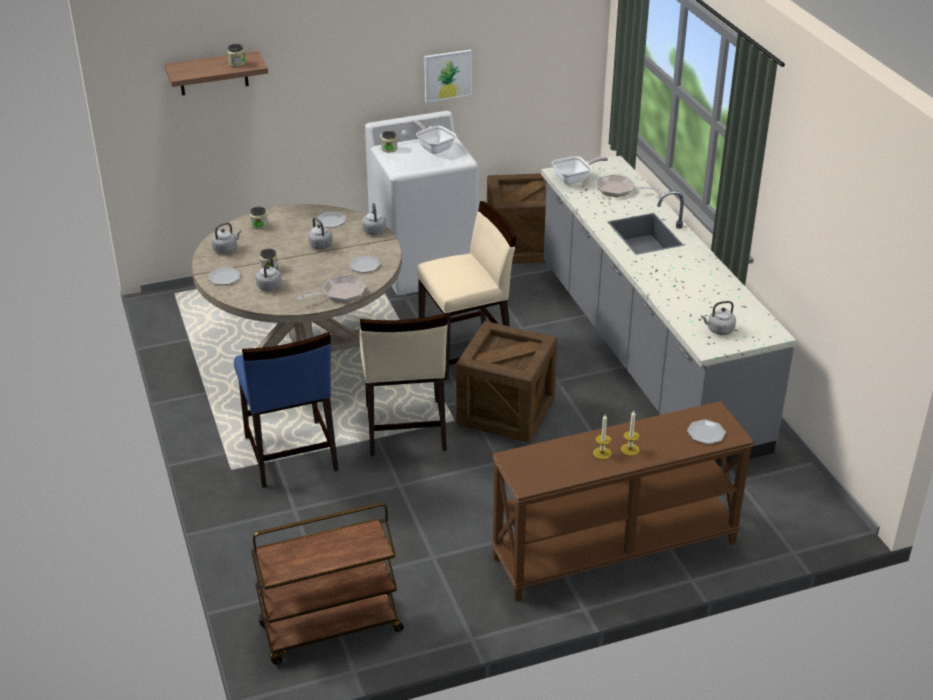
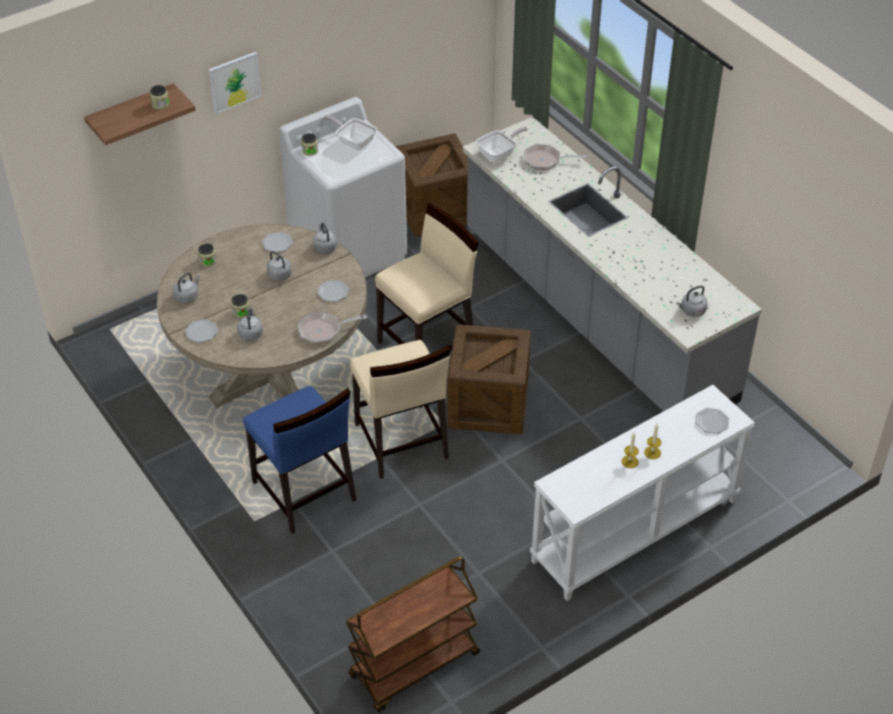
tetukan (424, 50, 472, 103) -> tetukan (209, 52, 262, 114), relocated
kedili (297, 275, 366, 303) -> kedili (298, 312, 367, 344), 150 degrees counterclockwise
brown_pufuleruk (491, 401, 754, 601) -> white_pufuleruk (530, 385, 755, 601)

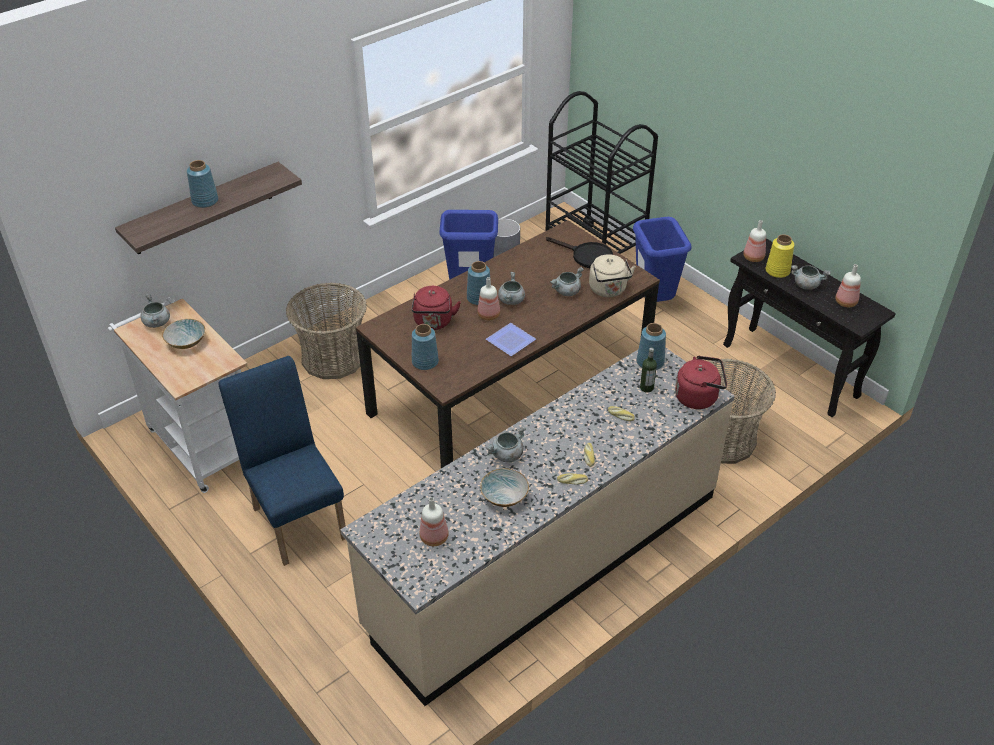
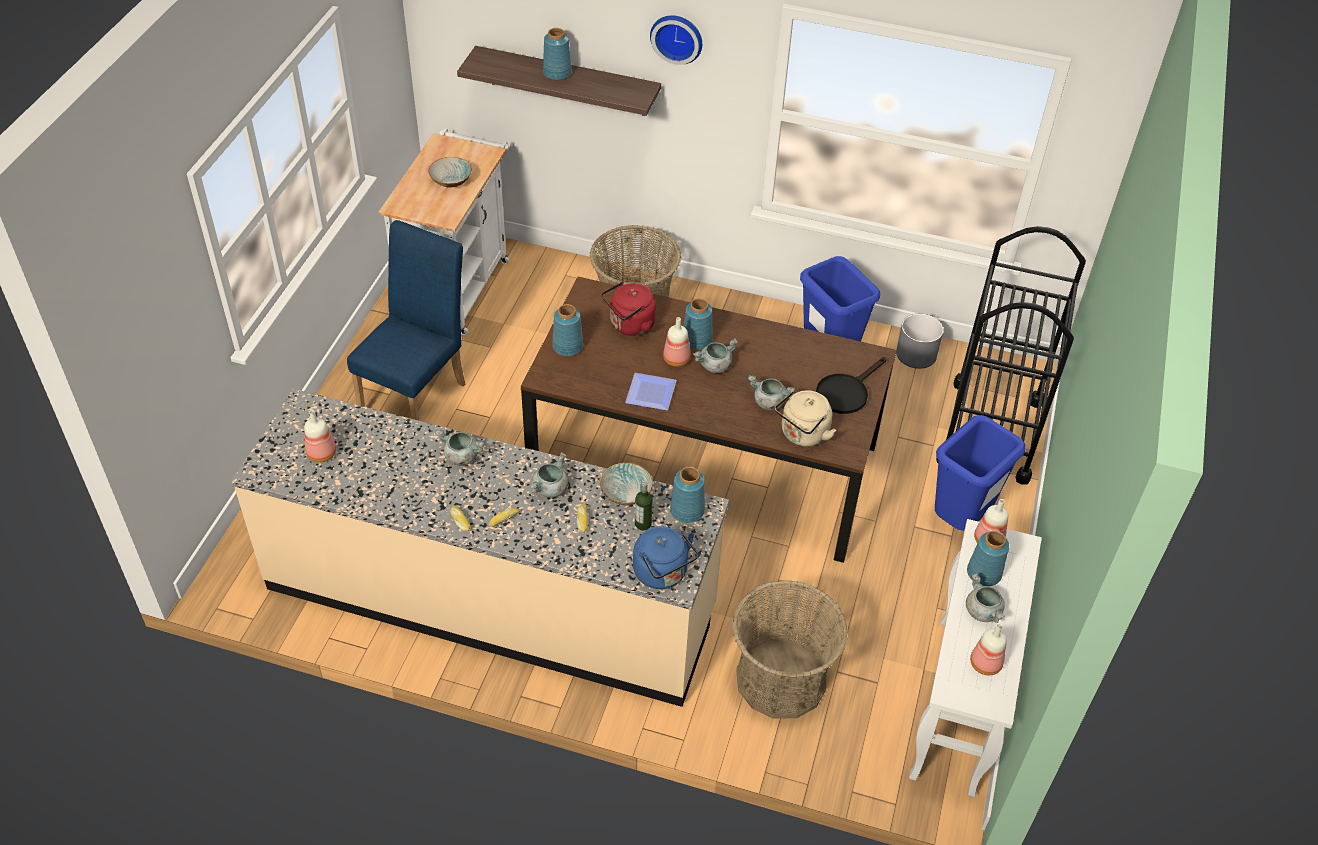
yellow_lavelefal (766, 234, 794, 278) -> blue_lavelefal (967, 531, 1009, 586)
black_kedili (546, 237, 613, 268) -> black_kedili (816, 357, 886, 414), 45 degrees clockwise
black_pufuleruk (723, 238, 896, 417) -> white_pufuleruk (909, 519, 1042, 797)
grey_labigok (140, 294, 170, 328) -> grey_labigok (529, 452, 569, 498), relocated
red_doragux (675, 356, 727, 409) -> blue_doragux (633, 526, 698, 589)
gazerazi (480, 468, 529, 507) -> gazerazi (600, 462, 653, 505), relocated
none -> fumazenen (650, 15, 702, 65)

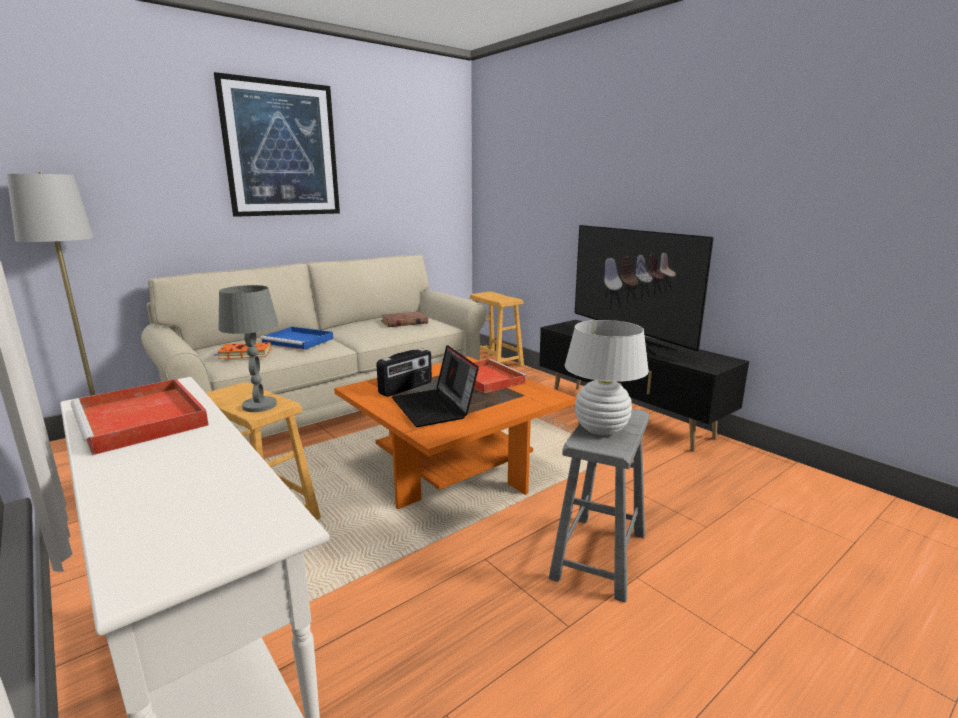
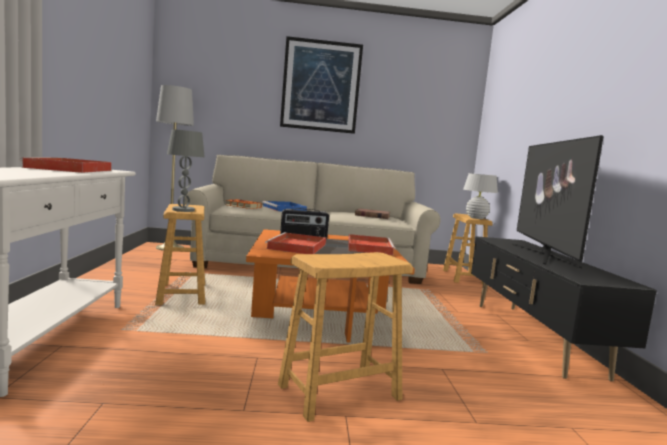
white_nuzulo (565, 320, 649, 436) -> white_nuzulo (463, 173, 498, 219), relocated
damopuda (392, 345, 479, 427) -> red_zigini (265, 232, 326, 254)
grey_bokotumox (549, 409, 650, 603) -> brown_bokotumox (278, 252, 413, 422)

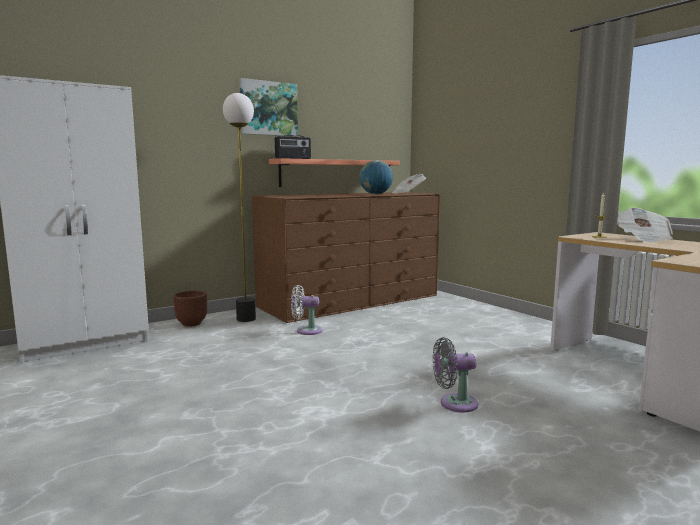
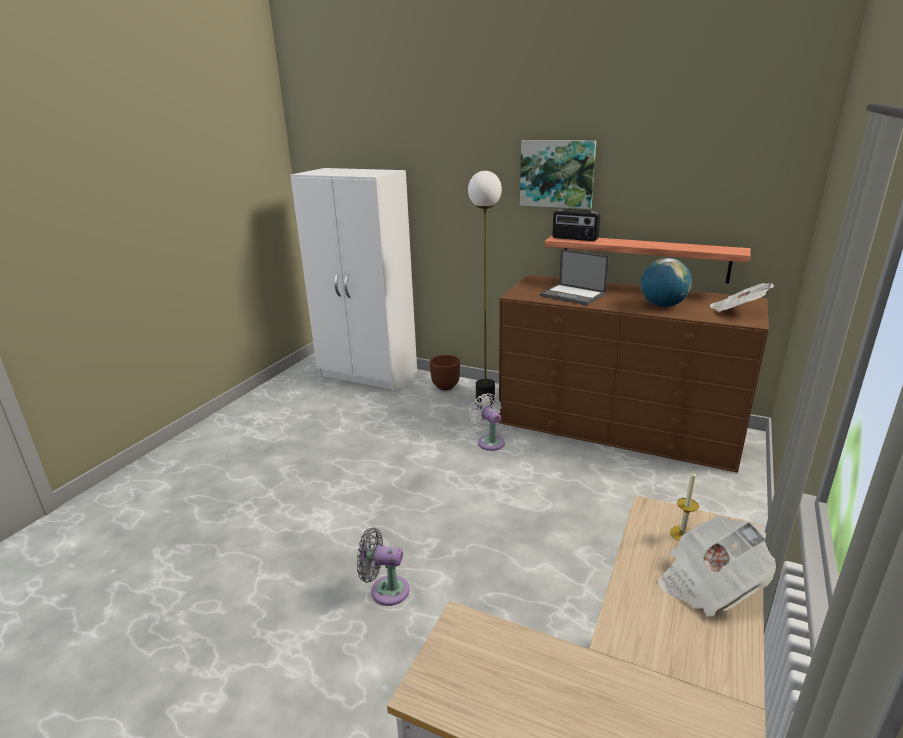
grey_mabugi (433, 337, 478, 412) -> grey_mabugi (357, 528, 409, 606), 45 degrees counterclockwise
none -> damopuda (540, 249, 609, 305)

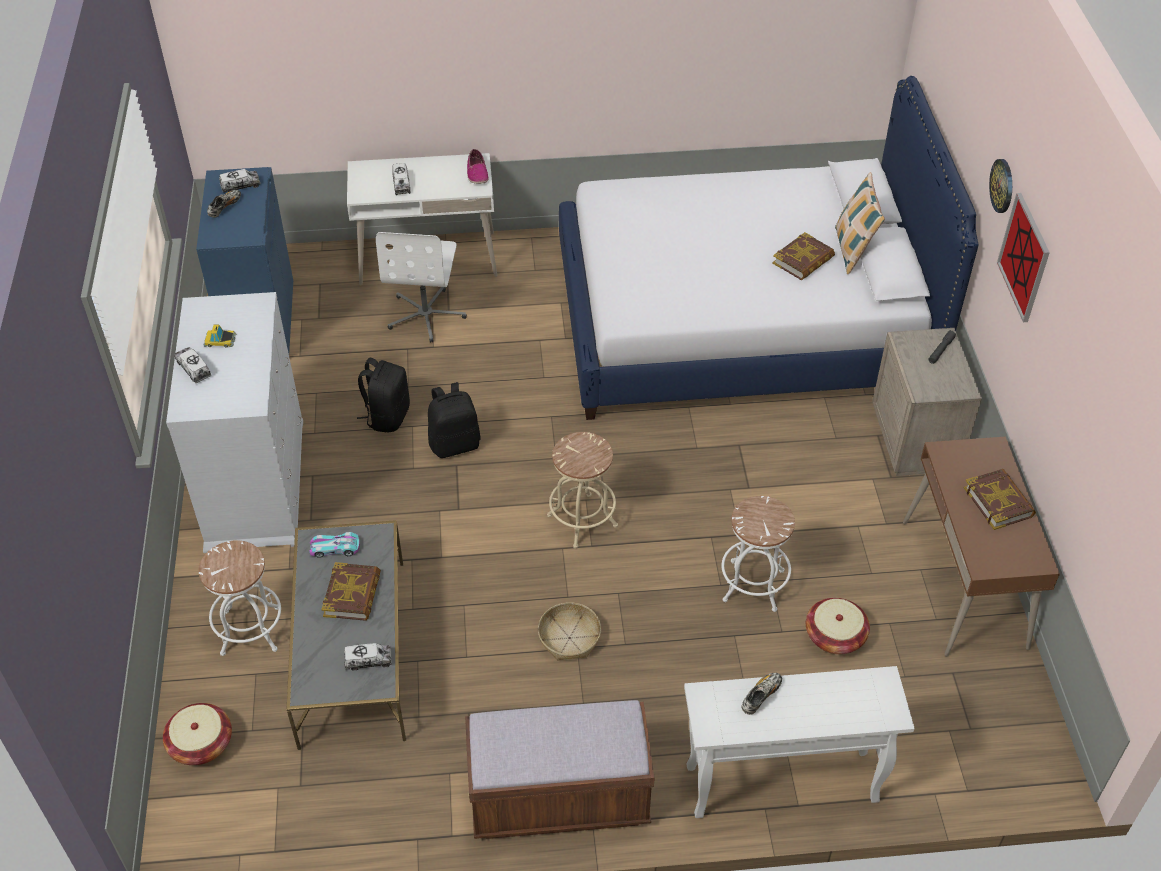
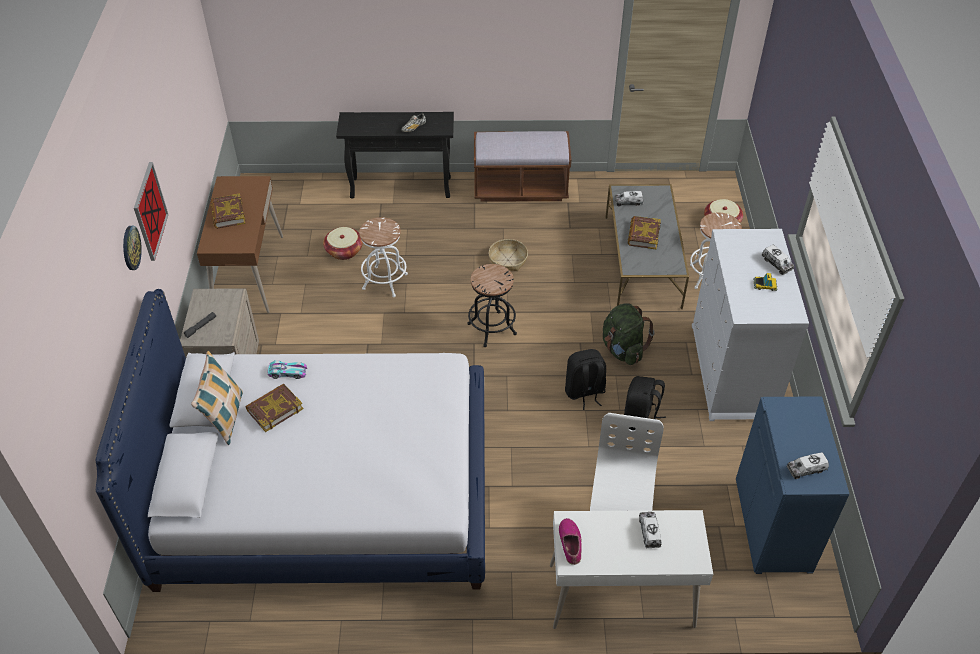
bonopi (207, 190, 241, 218) -> none
beige_bokotumox (547, 432, 618, 548) -> black_bokotumox (468, 264, 517, 347)
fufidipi (309, 532, 360, 558) -> fufidipi (268, 360, 307, 379), relocated
white_pufuleruk (684, 666, 915, 818) -> black_pufuleruk (336, 112, 454, 198)
none -> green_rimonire (603, 303, 655, 365)

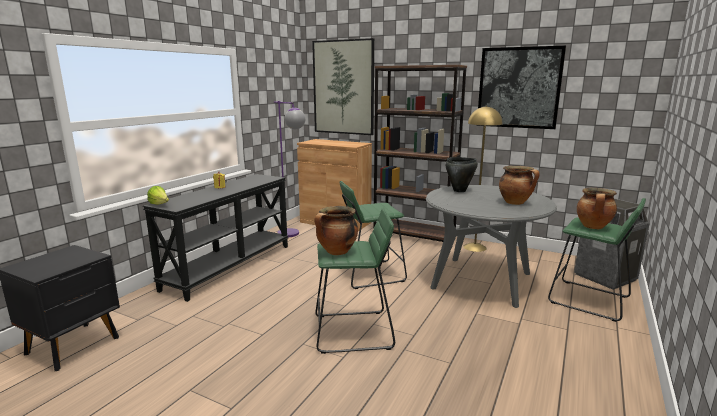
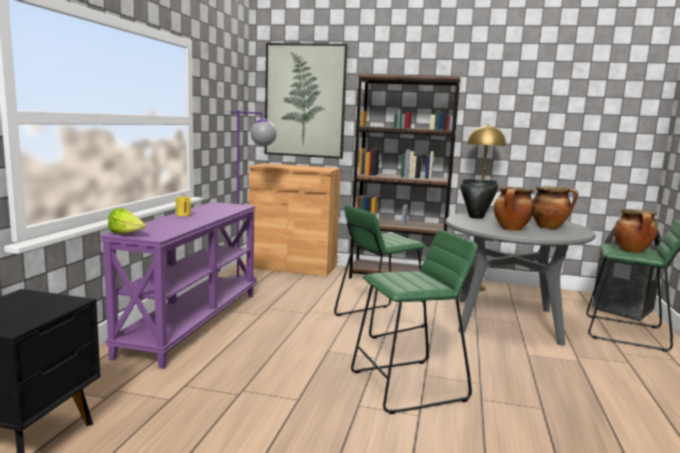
tetukan (477, 46, 566, 129) -> none
black_pufuleruk (143, 174, 288, 302) -> purple_pufuleruk (100, 202, 256, 369)
labigok (314, 206, 358, 255) -> labigok (494, 187, 534, 231), relocated

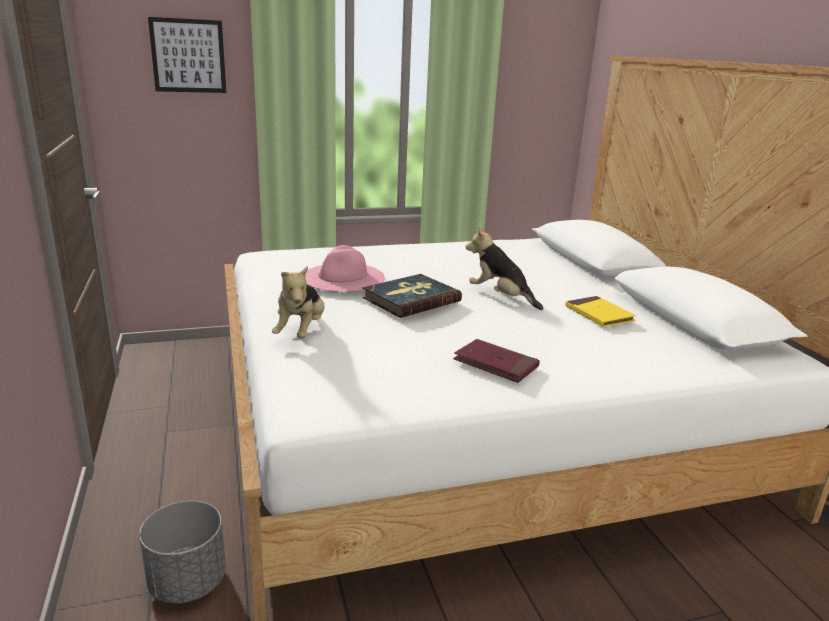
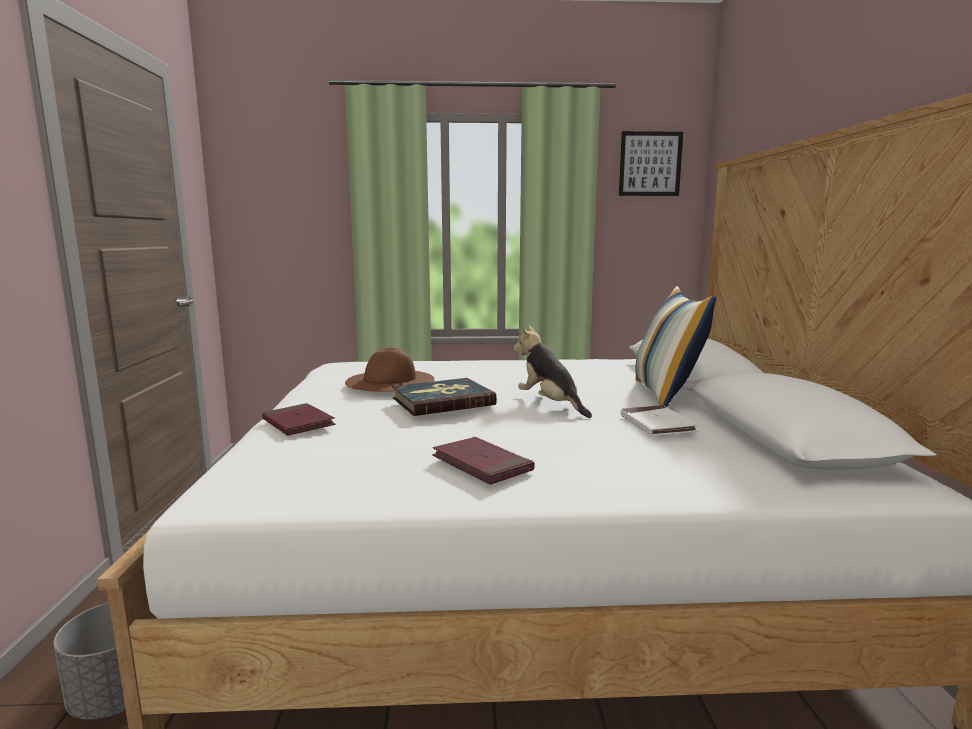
tetukan (148, 17, 226, 93) -> tetukan (619, 131, 683, 196), relocated
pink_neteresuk (305, 245, 385, 292) -> brown_neteresuk (345, 347, 434, 392)
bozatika (272, 266, 325, 338) -> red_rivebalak (262, 403, 335, 436)
yellow_rivebalak (566, 296, 636, 327) -> white_rivebalak (621, 405, 698, 436)
none -> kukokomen (635, 286, 716, 407)

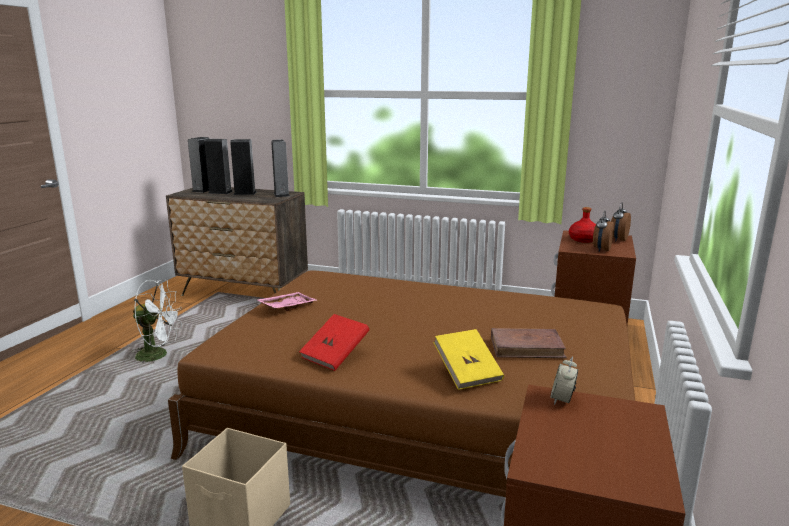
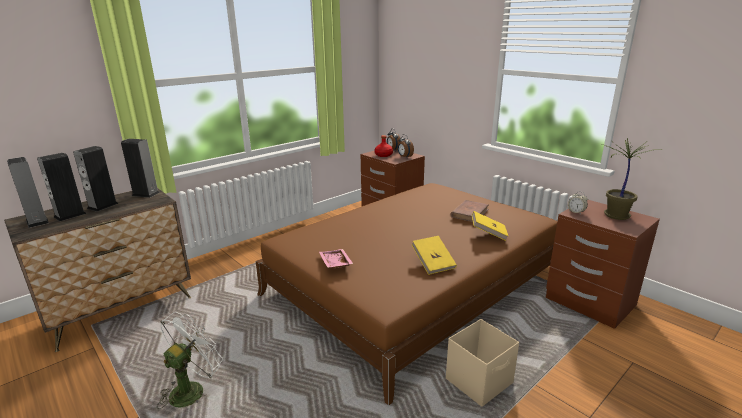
red_rivebalak (299, 314, 369, 371) -> yellow_rivebalak (412, 236, 457, 275)
none -> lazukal (602, 138, 662, 220)

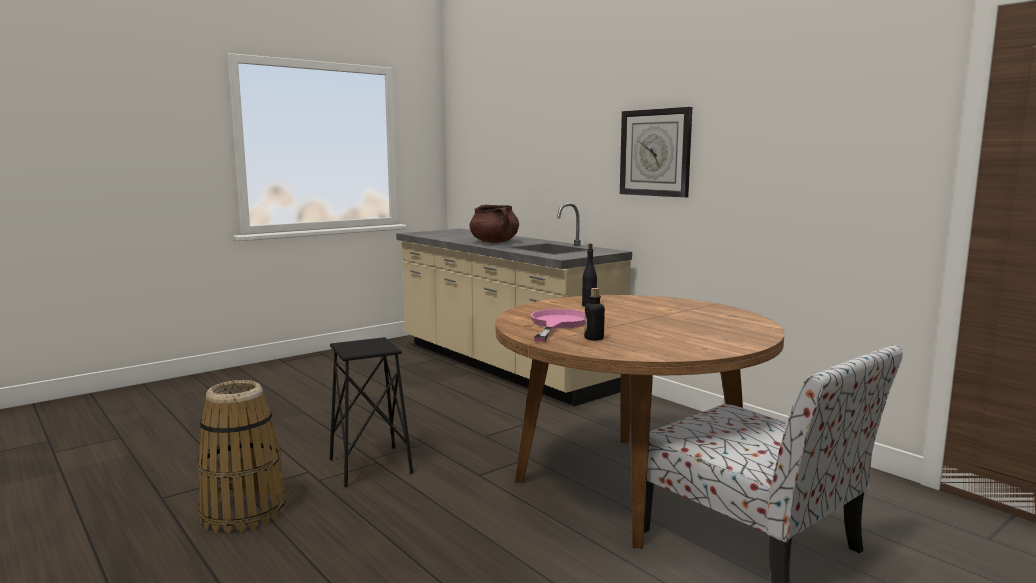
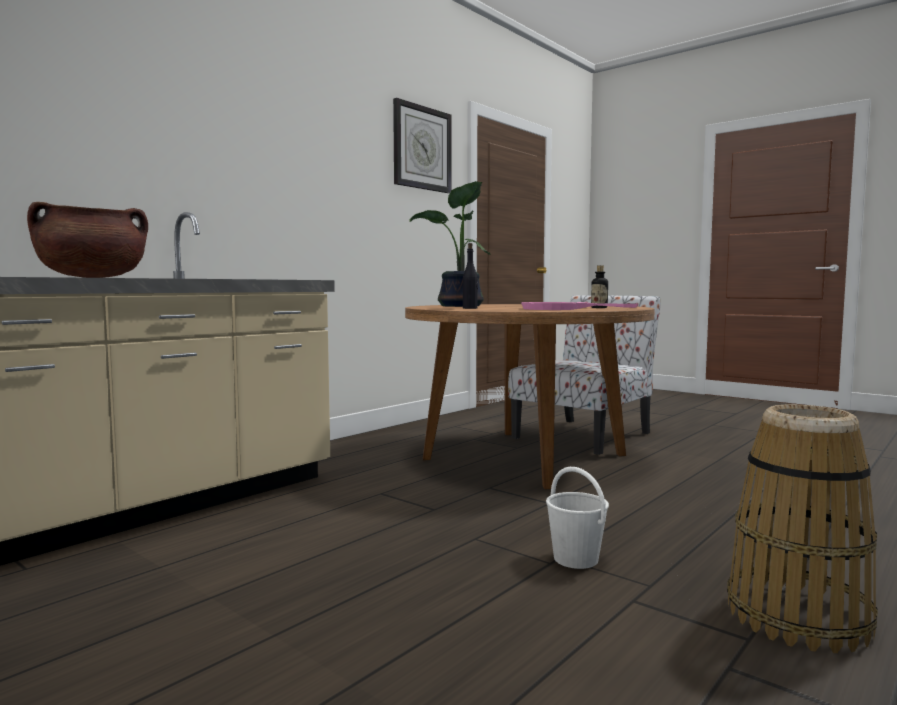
fumazenen (620, 107, 692, 198) -> fumazenen (393, 98, 451, 193), relocated
black_bokotumox (330, 337, 413, 487) -> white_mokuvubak (546, 467, 609, 569)
none -> lazukal (410, 181, 490, 307)

